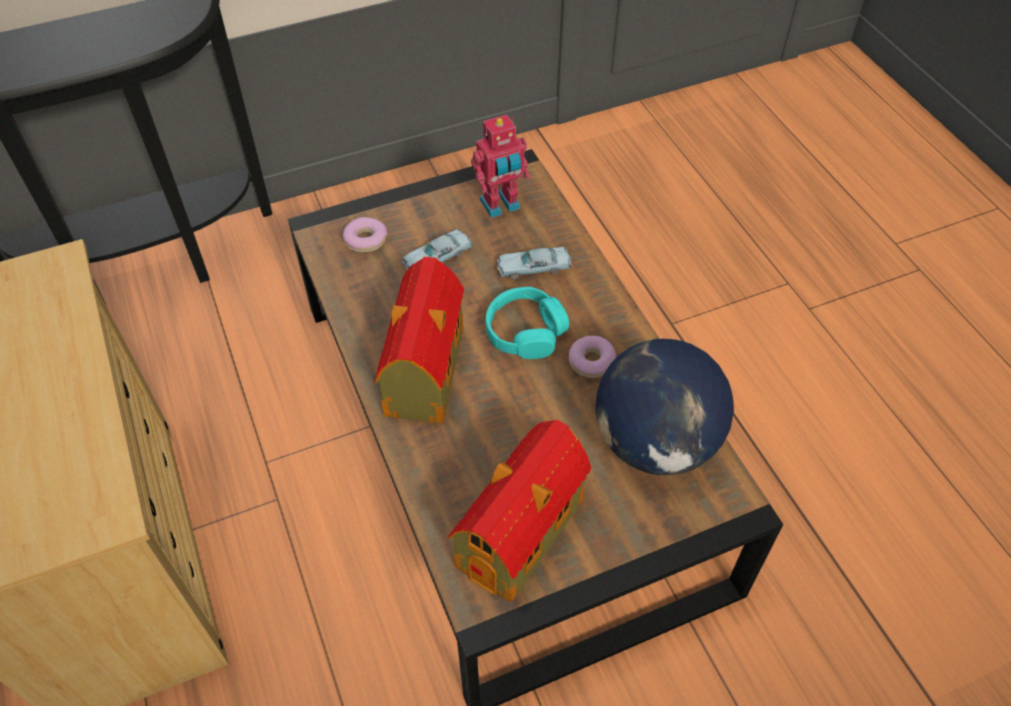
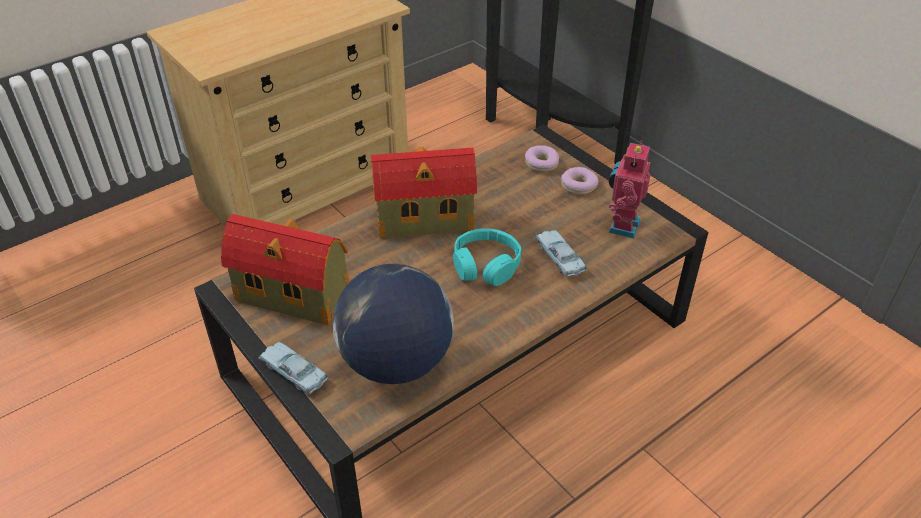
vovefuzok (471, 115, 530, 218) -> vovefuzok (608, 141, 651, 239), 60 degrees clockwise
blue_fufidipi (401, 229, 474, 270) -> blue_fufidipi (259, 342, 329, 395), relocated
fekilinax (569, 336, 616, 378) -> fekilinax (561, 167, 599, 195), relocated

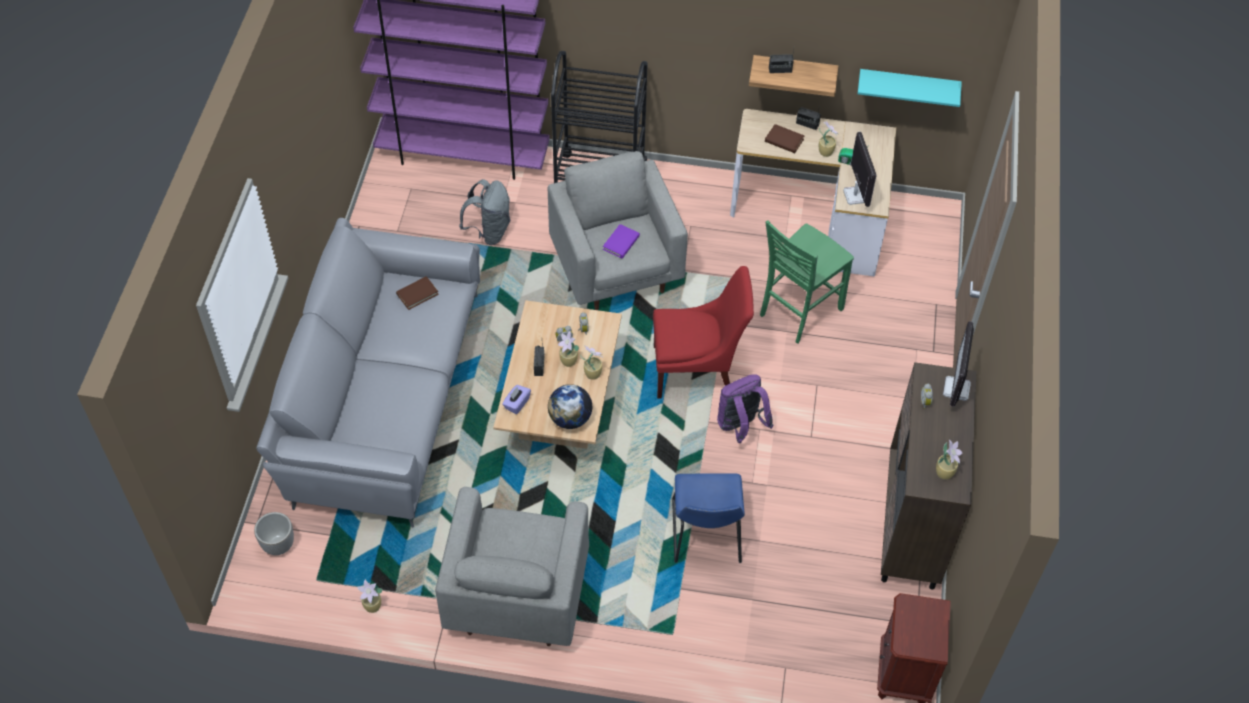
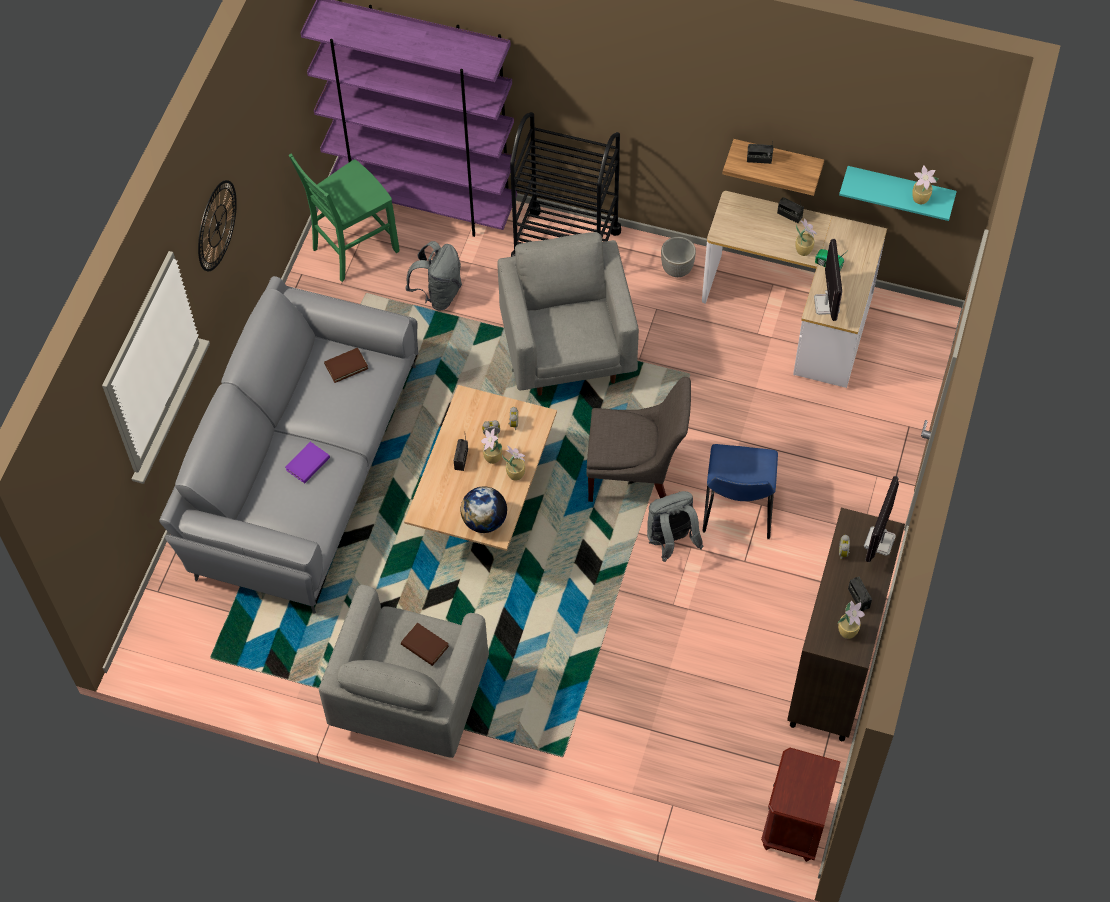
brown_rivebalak (765, 124, 804, 153) -> brown_rivebalak (401, 623, 449, 666), relocated
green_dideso (760, 220, 854, 344) -> green_dideso (289, 153, 400, 282), relocated
purple_rivebalak (603, 224, 640, 258) -> purple_rivebalak (285, 442, 330, 483), relocated
red_dideso (653, 266, 754, 399) -> grey_dideso (586, 377, 691, 502)
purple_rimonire (717, 374, 774, 443) -> grey_rimonire (647, 491, 704, 562)
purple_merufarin (502, 385, 531, 414) -> none
blue_dideso (672, 473, 745, 563) -> blue_dideso (703, 444, 778, 539), relocated
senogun (254, 512, 294, 555) -> senogun (661, 237, 696, 277), relocated
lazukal (357, 579, 383, 613) -> lazukal (912, 165, 938, 204), relocated
none -> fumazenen (198, 180, 237, 271)
none -> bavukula (848, 577, 872, 611)

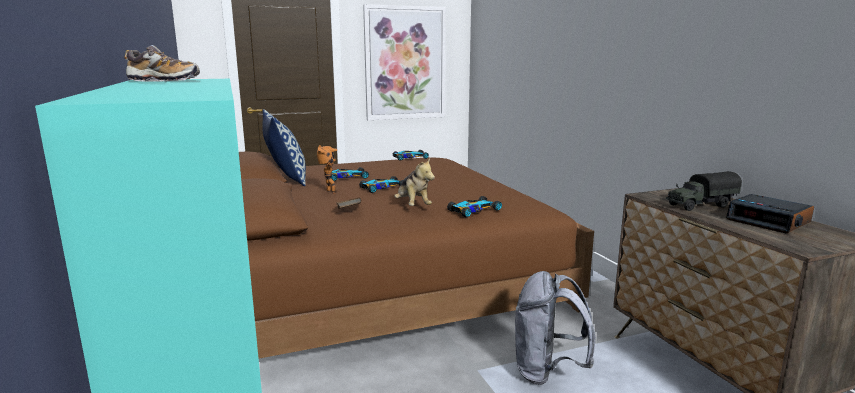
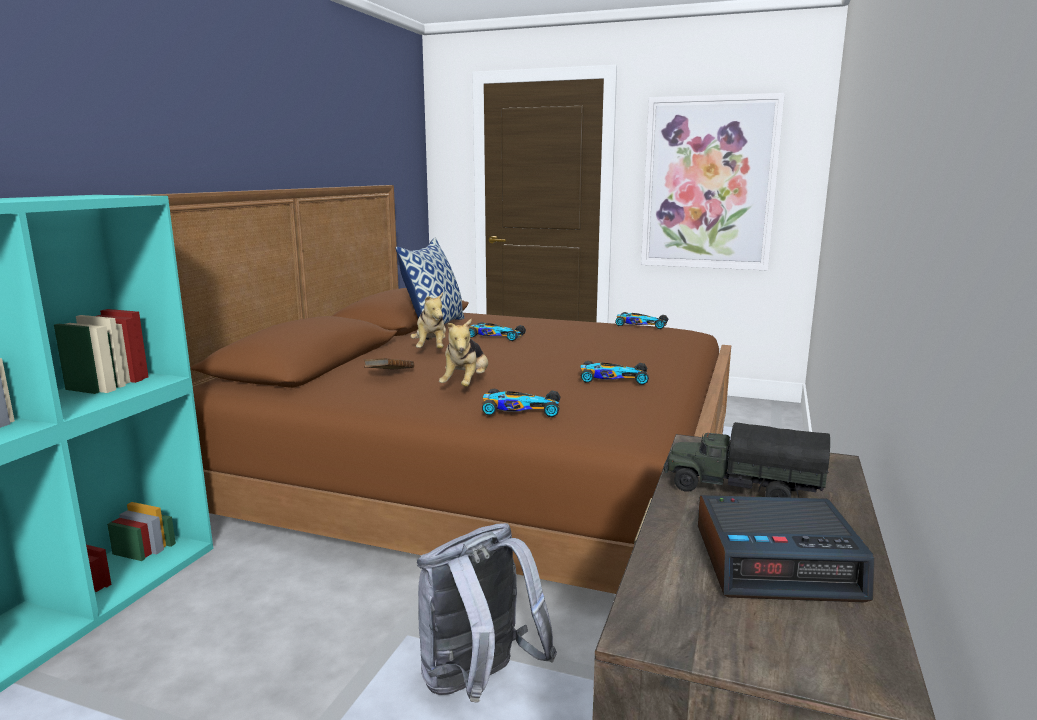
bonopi (124, 45, 200, 82) -> none
vovefuzok (317, 145, 337, 194) -> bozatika (411, 292, 446, 348)
fufidipi (359, 176, 403, 193) -> fufidipi (580, 361, 649, 385), relocated
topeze (726, 194, 814, 234) -> topeze (698, 495, 875, 602), 90 degrees counterclockwise

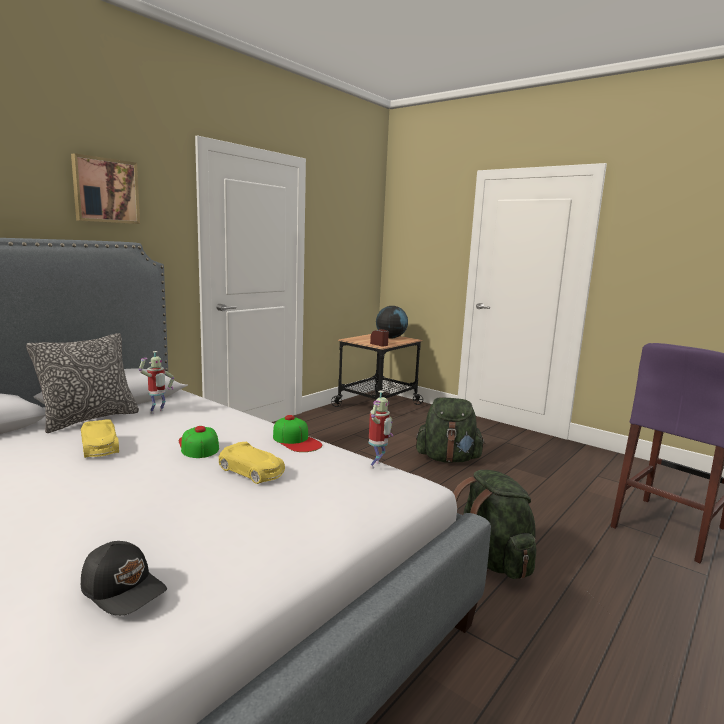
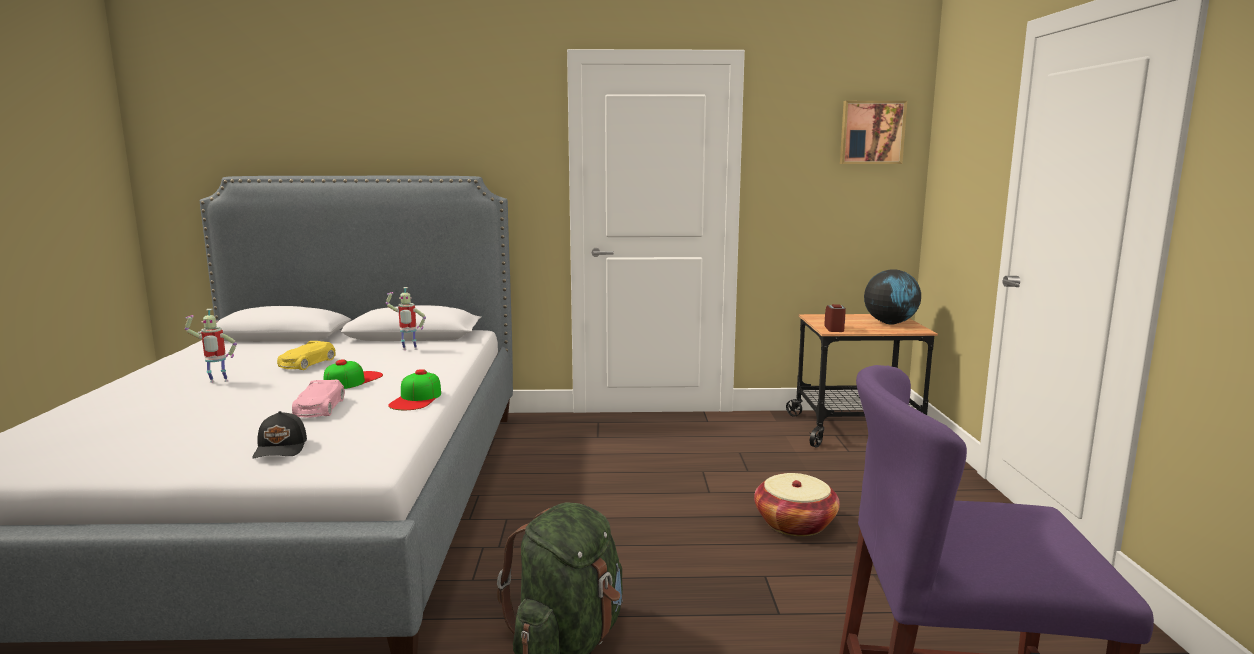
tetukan (71, 153, 140, 224) -> tetukan (840, 101, 907, 164), relocated
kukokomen (26, 333, 139, 433) -> none
vovefuzok (369, 390, 393, 469) -> vovefuzok (185, 309, 237, 383), relocated
green_rimonire (416, 397, 485, 463) -> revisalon (754, 473, 840, 536)
yellow_fufidipi (219, 442, 285, 484) -> pink_fufidipi (292, 380, 345, 418)
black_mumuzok (81, 541, 167, 616) -> black_mumuzok (252, 411, 307, 459), relocated

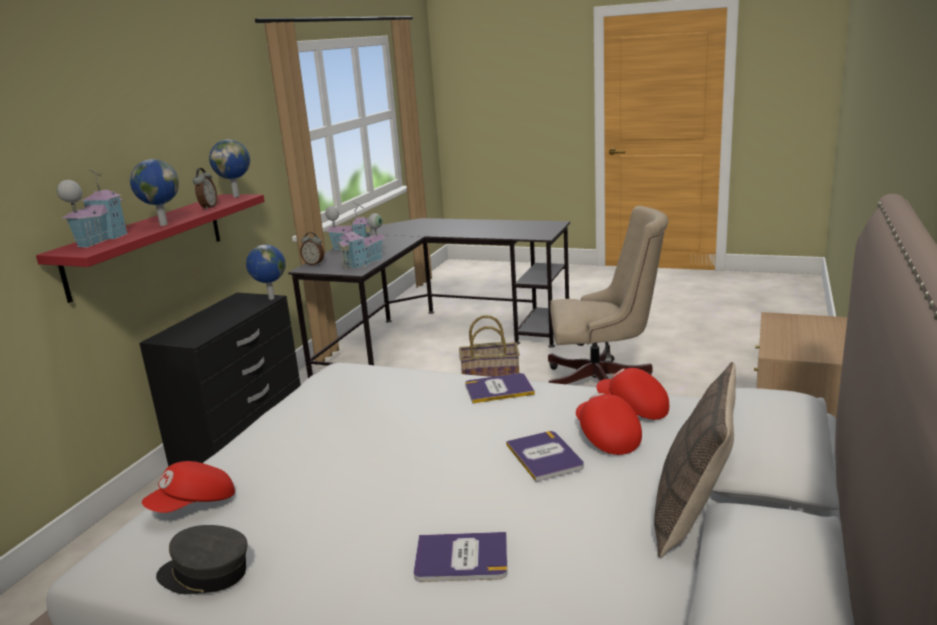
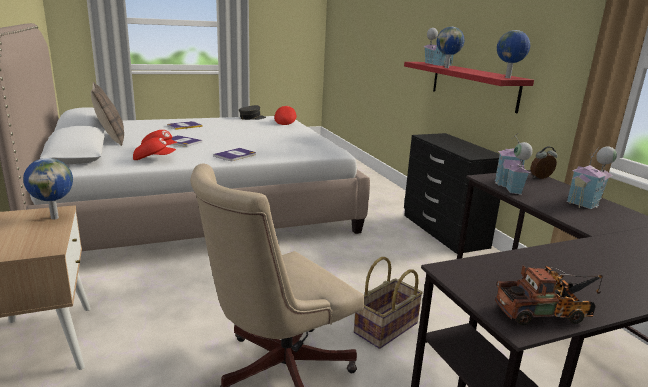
topeze (193, 168, 217, 210) -> none
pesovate (246, 245, 285, 300) -> pesovate (23, 158, 73, 219), relocated
none -> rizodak (495, 266, 603, 325)

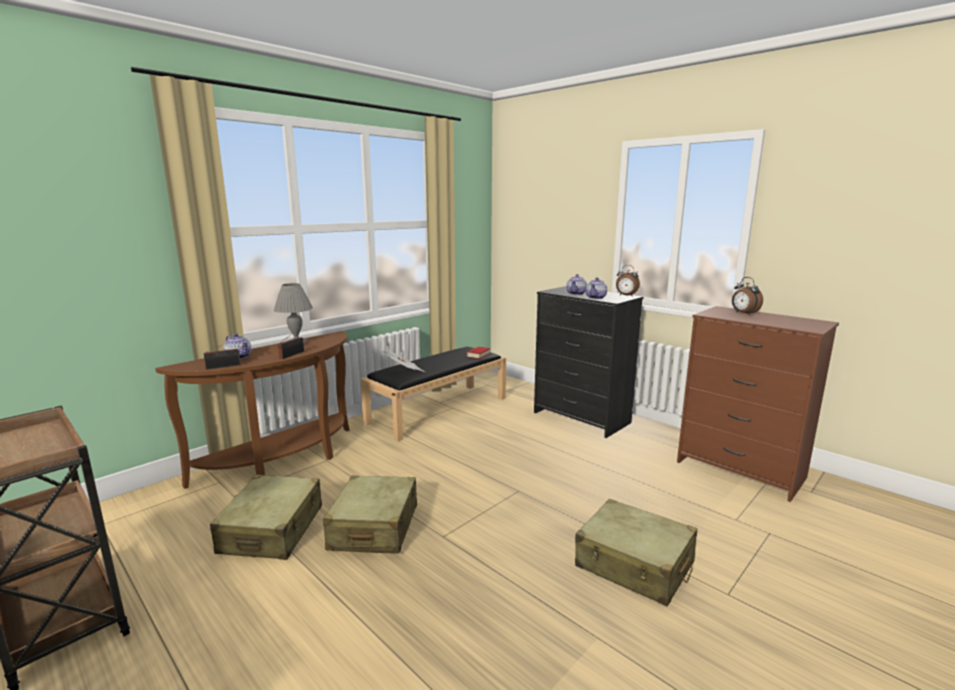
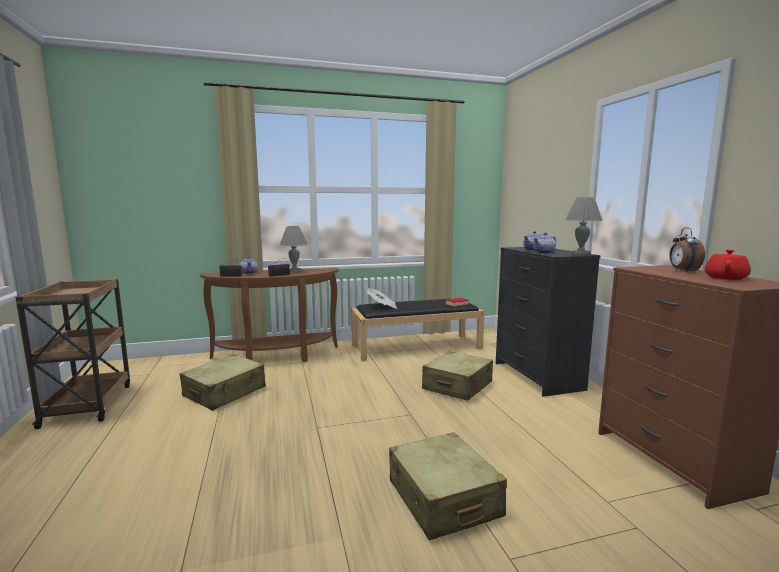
topeze (616, 265, 640, 297) -> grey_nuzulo (566, 197, 602, 255)
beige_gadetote (323, 476, 417, 554) -> beige_gadetote (422, 352, 493, 401), relocated
none -> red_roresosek (705, 250, 751, 280)

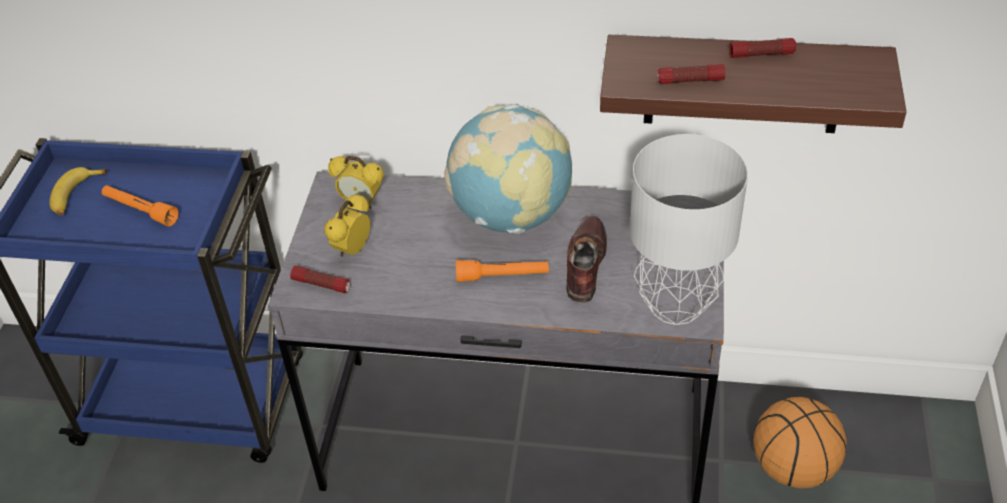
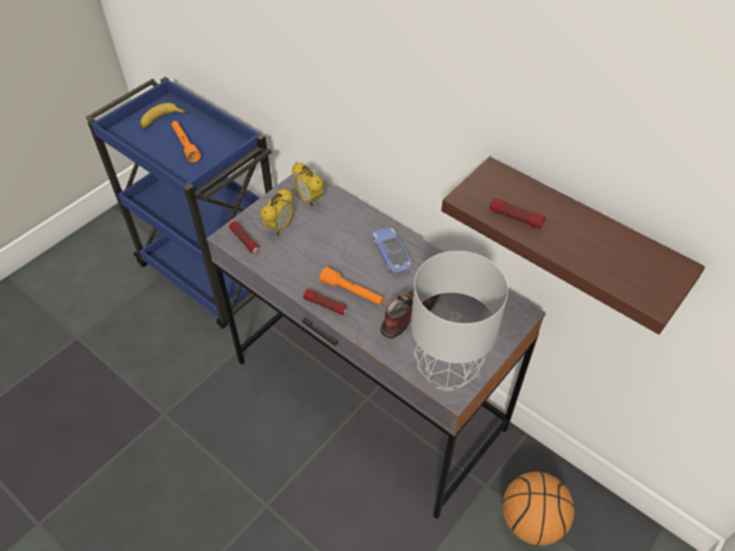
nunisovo (729, 38, 796, 58) -> nunisovo (303, 289, 347, 315), relocated
pesovate (444, 105, 572, 234) -> fufidipi (373, 227, 412, 273)
topeze (324, 194, 371, 257) -> topeze (261, 188, 293, 235), 150 degrees clockwise

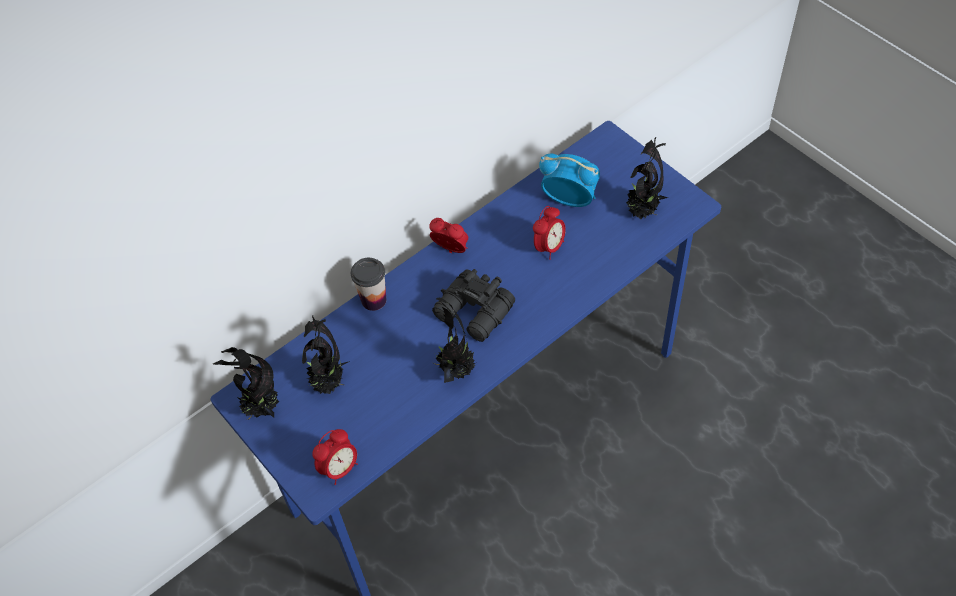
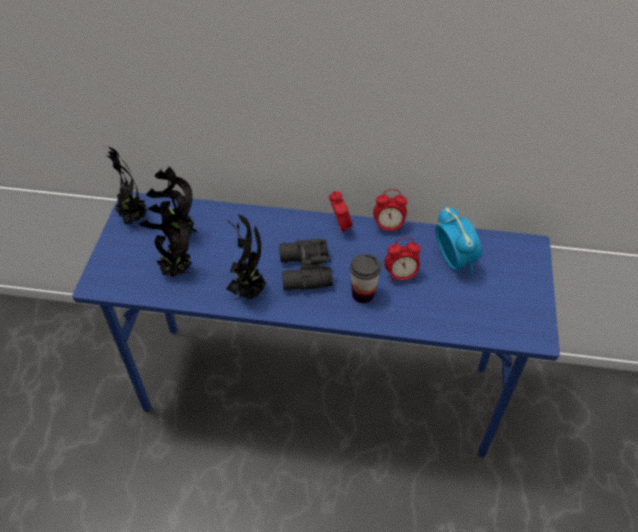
lazukal (626, 137, 668, 219) -> lazukal (139, 204, 192, 278), relocated
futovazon (351, 258, 386, 311) -> futovazon (350, 254, 381, 303), relocated
topeze (312, 429, 358, 485) -> topeze (373, 189, 407, 233), relocated

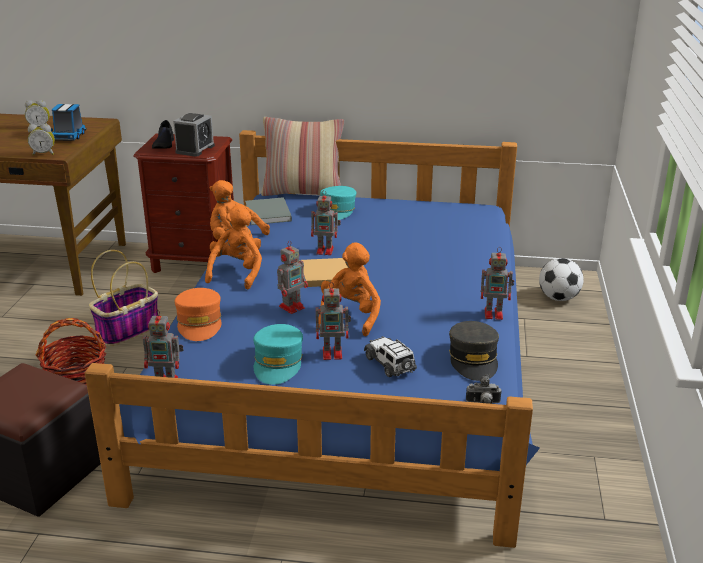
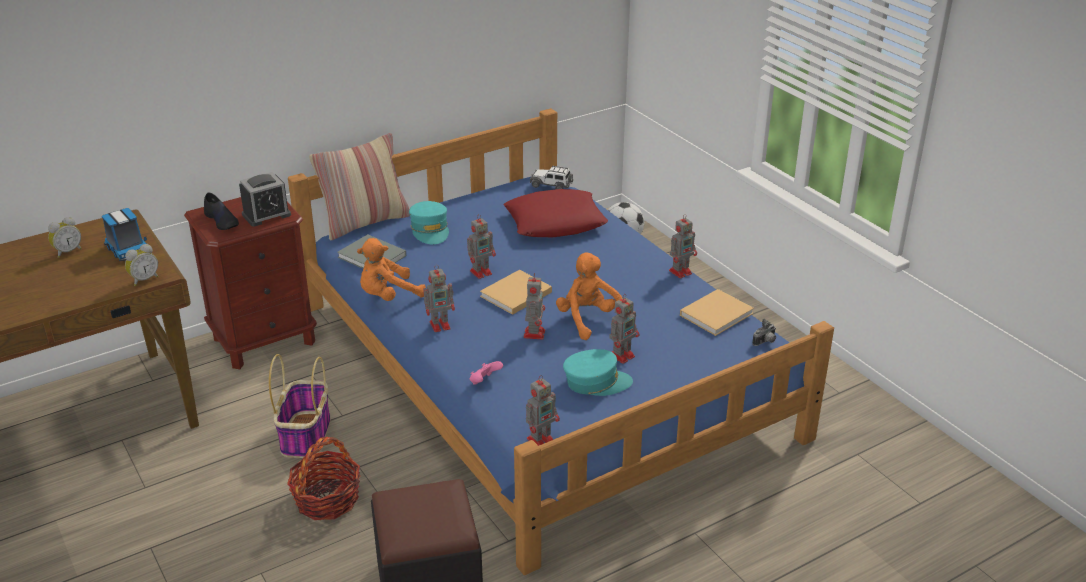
topeze (173, 113, 215, 157) -> topeze (239, 172, 291, 226), 75 degrees clockwise
orange_bozatika (205, 205, 262, 289) -> vovefuzok (423, 265, 455, 332)
orange_mumuzok (174, 288, 222, 341) -> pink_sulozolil (470, 361, 503, 385)
grey_mumuzok (449, 321, 499, 381) -> beige_rivebalak (680, 289, 754, 336)
turquoise_mumuzok (253, 324, 303, 384) -> turquoise_mumuzok (563, 349, 633, 396), 60 degrees counterclockwise
fufidipi (364, 336, 417, 377) -> fufidipi (530, 166, 573, 189), relocated
none -> red_kukokomen (504, 189, 608, 237)

